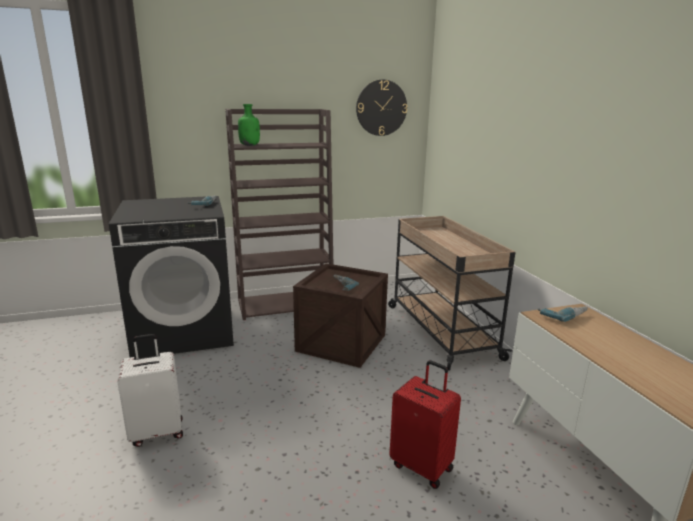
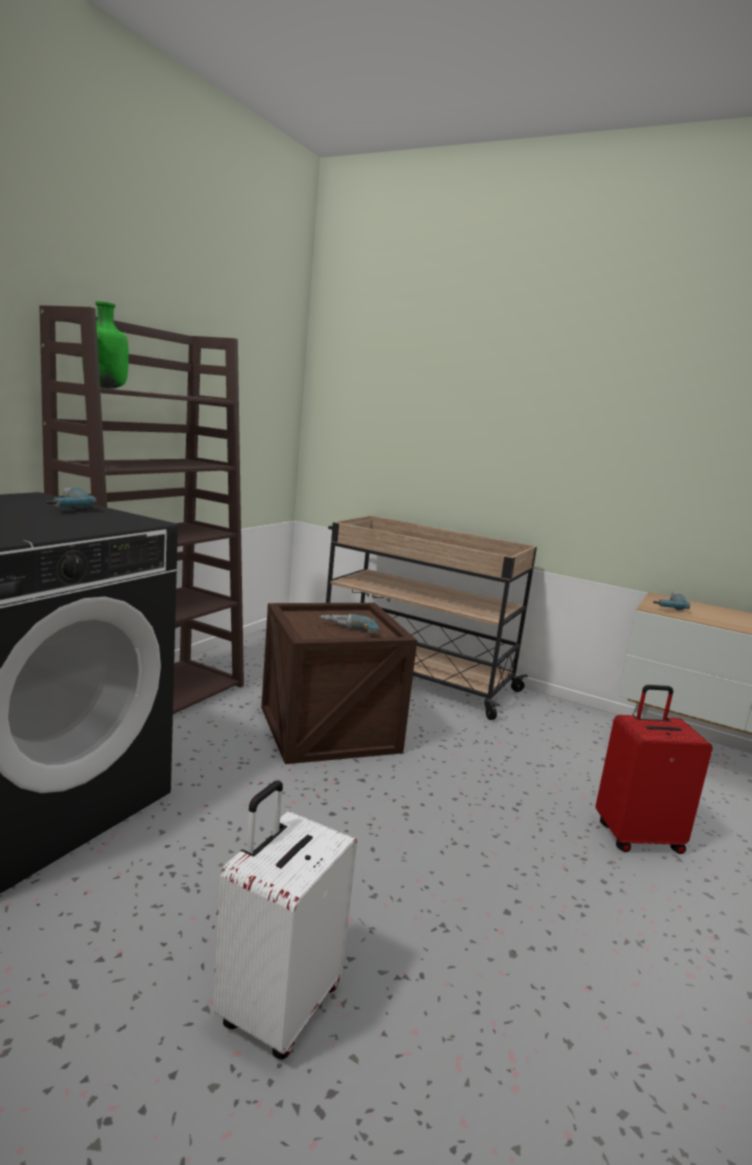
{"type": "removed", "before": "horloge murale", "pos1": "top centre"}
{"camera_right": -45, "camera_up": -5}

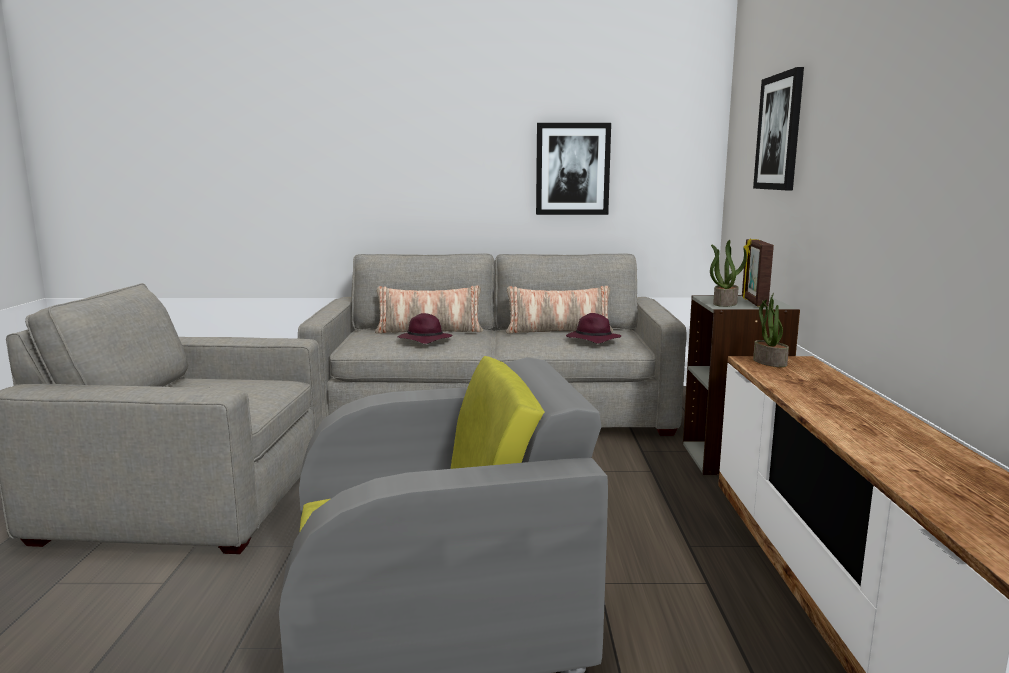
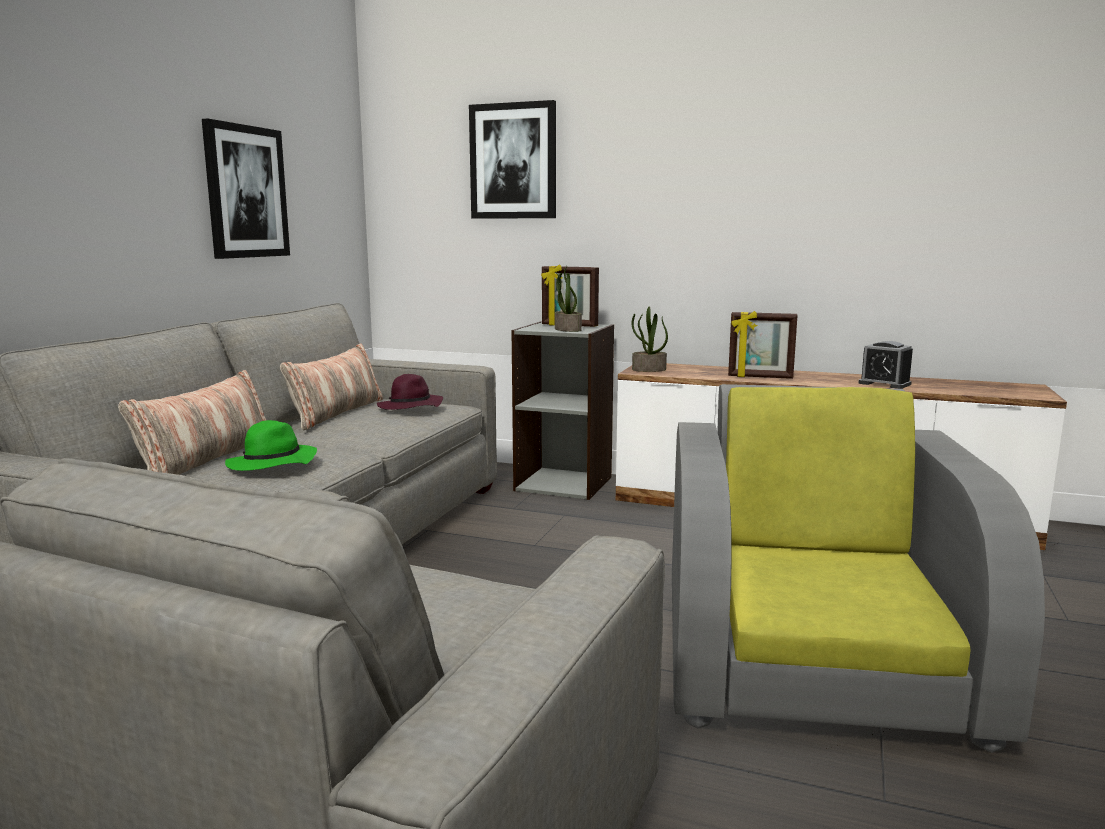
{"type": "recoloured", "before": "chapeau [violet] (1st from left)", "after": "chapeau [vert]", "pos1": "centre", "pos2": "middle left"}
{"type": "added", "after": "cadre photo (2nd from left)", "pos2": "middle right"}
{"type": "added", "after": "réveil", "pos2": "middle right"}
{"camera_right": -70, "camera_up": 0}

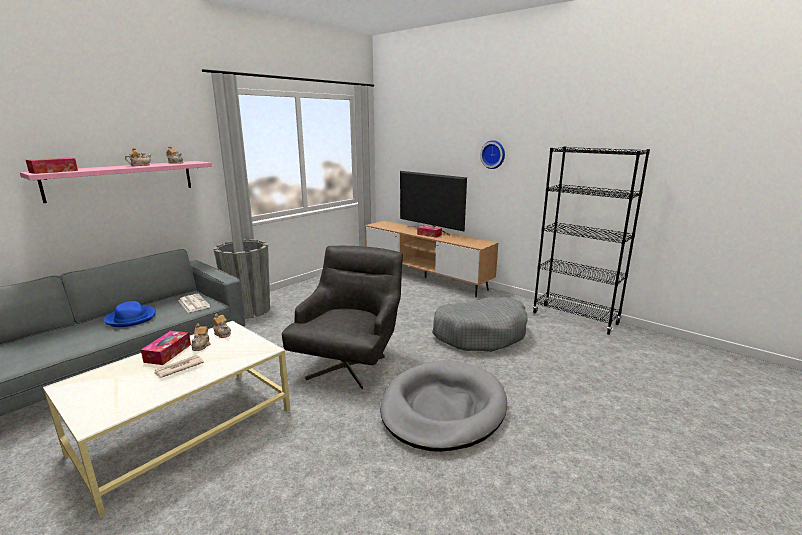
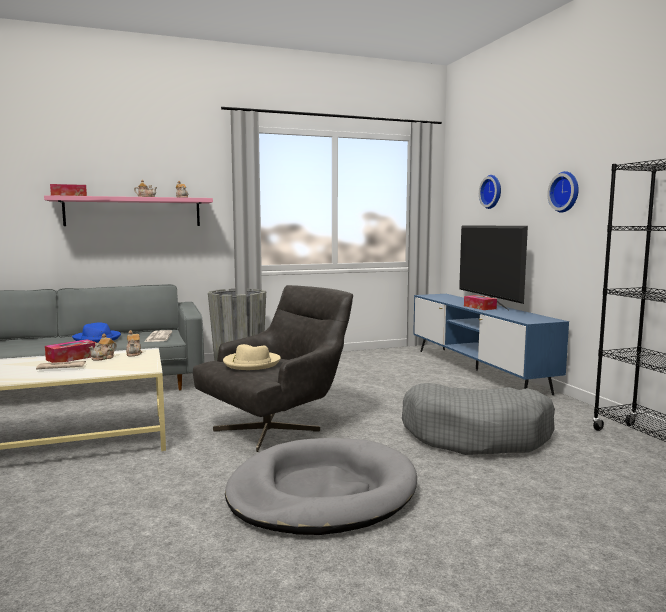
{"type": "added", "after": "chapeau [beige]", "pos2": "centre"}
{"type": "recoloured", "before": "meuble télé [marron]", "after": "meuble télé [bleu]", "pos1": "centre", "pos2": "middle right"}
{"type": "added", "after": "horloge murale (1st from left)", "pos2": "top right"}
{"camera_right": 30, "camera_up": -10}

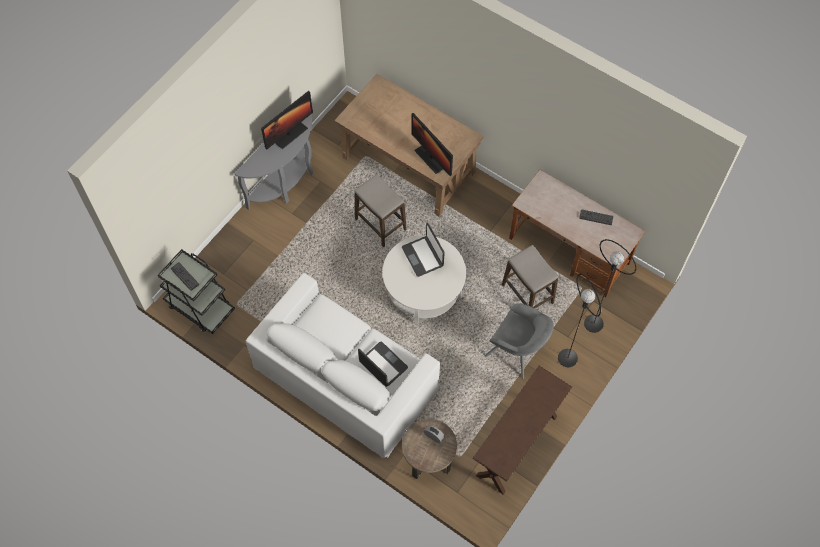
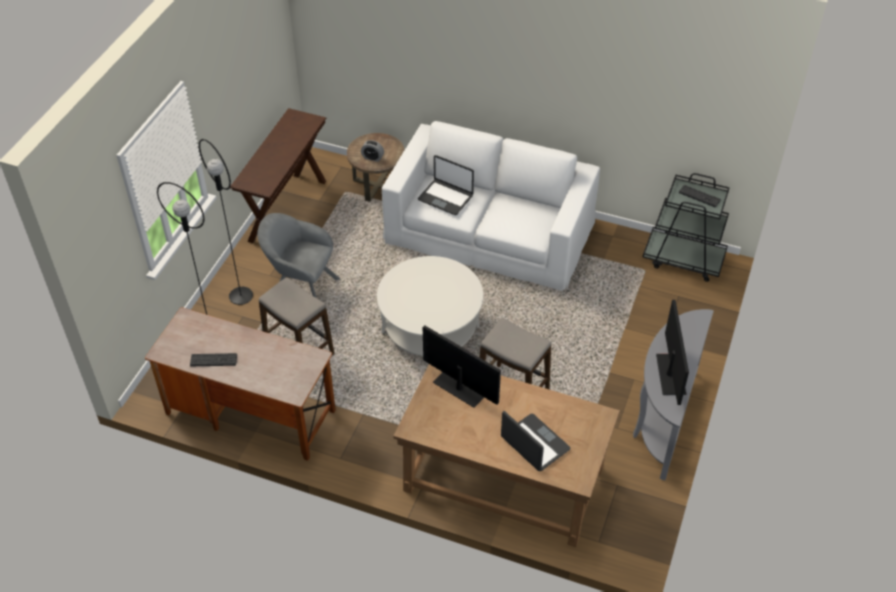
{"type": "moved", "before": "ordinateur portable (2nd from left)", "pos1": "centre", "pos2": "bottom centre"}
{"type": "turned", "before": "écran d'ordinateur (1st from left in the first image)", "pos1": "top centre", "pos2": "middle right", "turn": 150}
{"camera_right": 165, "camera_up": -15}

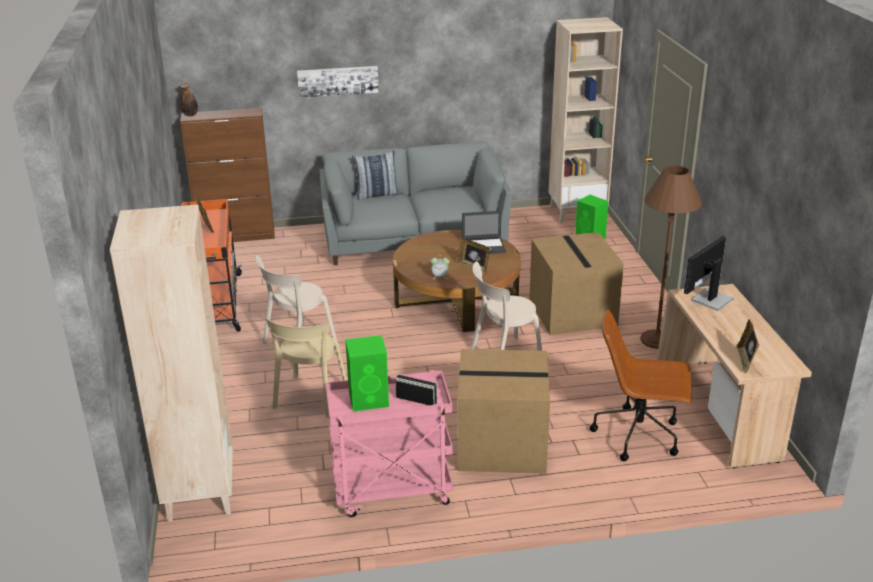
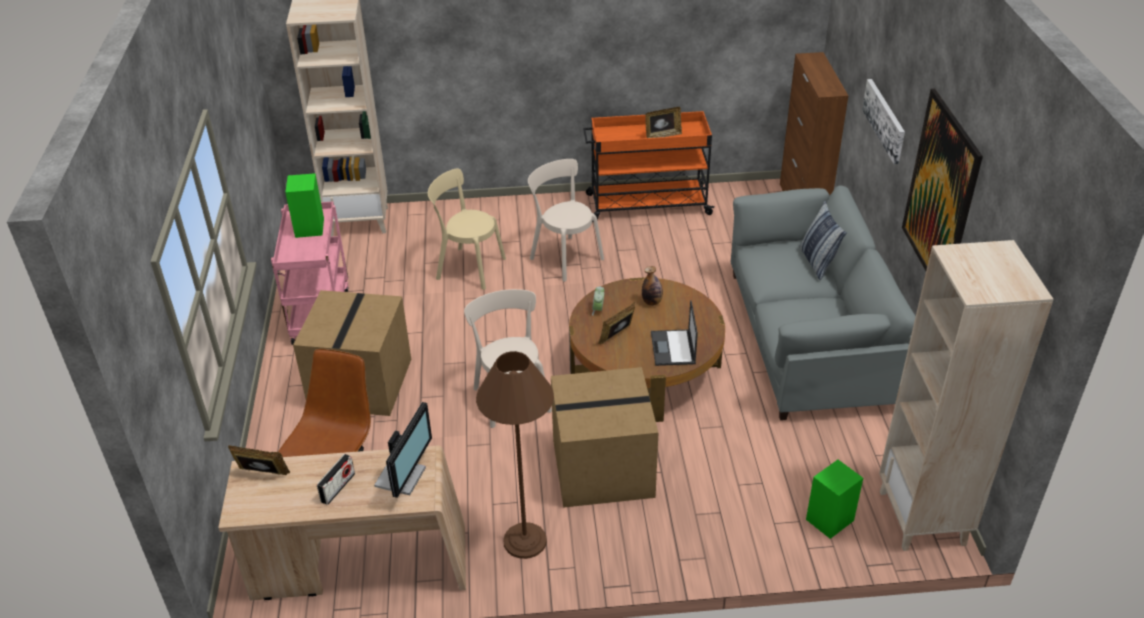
{"type": "moved", "before": "radio", "pos1": "bottom centre", "pos2": "bottom left"}
{"type": "turned", "before": "écran d'ordinateur", "pos1": "middle right", "pos2": "bottom centre", "turn": 60}
{"type": "moved", "before": "bouteille", "pos1": "top left", "pos2": "centre"}
{"type": "added", "after": "tableau (2nd from left)", "pos2": "top right"}
{"camera_right": 95, "camera_up": 10}

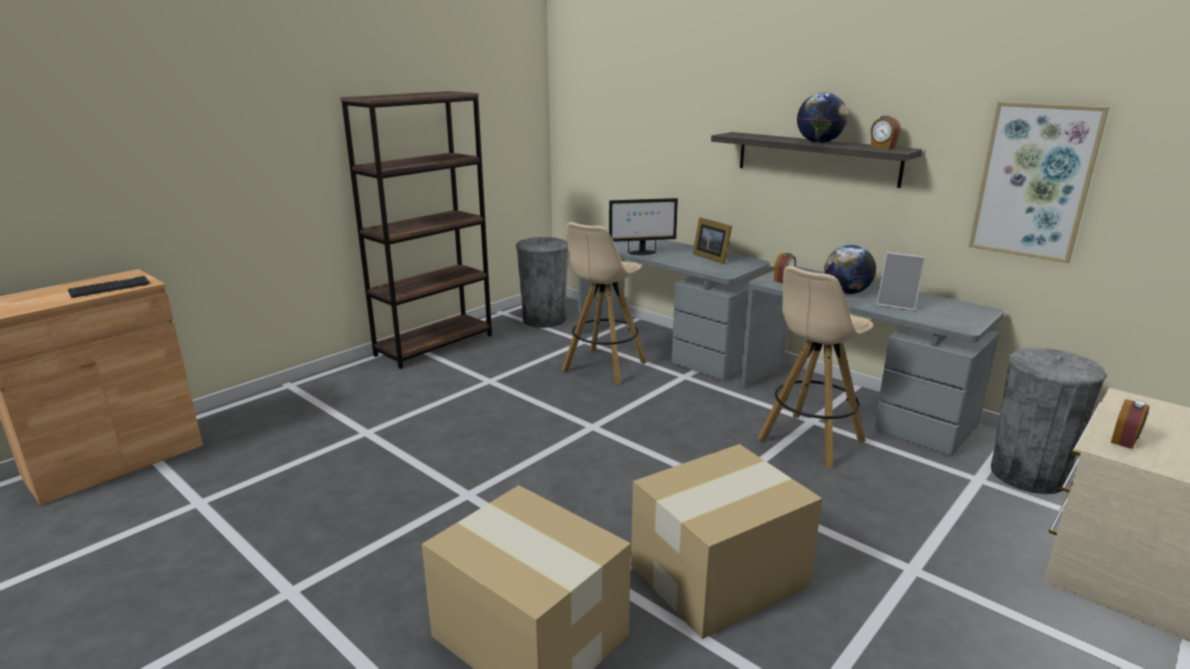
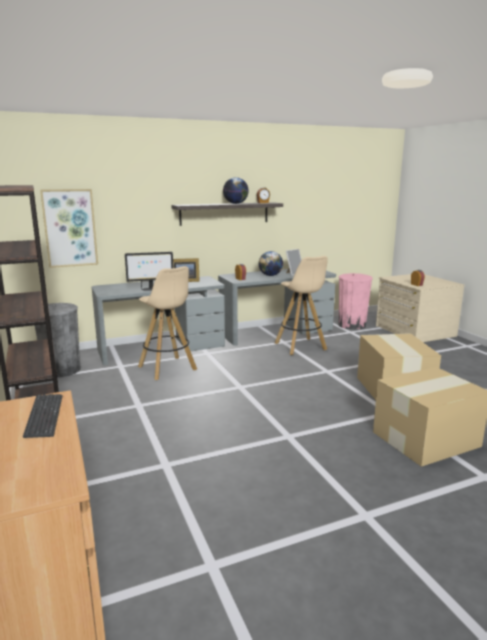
{"type": "moved", "before": "tableau", "pos1": "top right", "pos2": "middle left"}
{"type": "turned", "before": "écran d'ordinateur", "pos1": "centre", "pos2": "middle left", "turn": 60}
{"type": "recoloured", "before": "poubelle [gris] (2nd from left)", "after": "poubelle [rose]", "pos1": "middle right", "pos2": "middle right"}
{"camera_right": -65, "camera_up": -5}

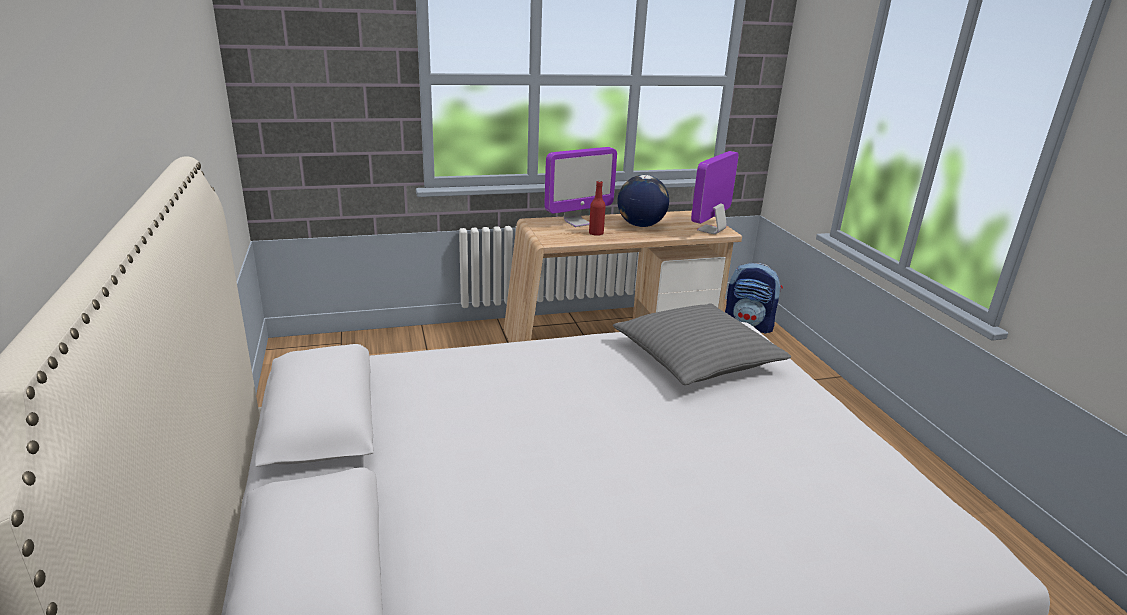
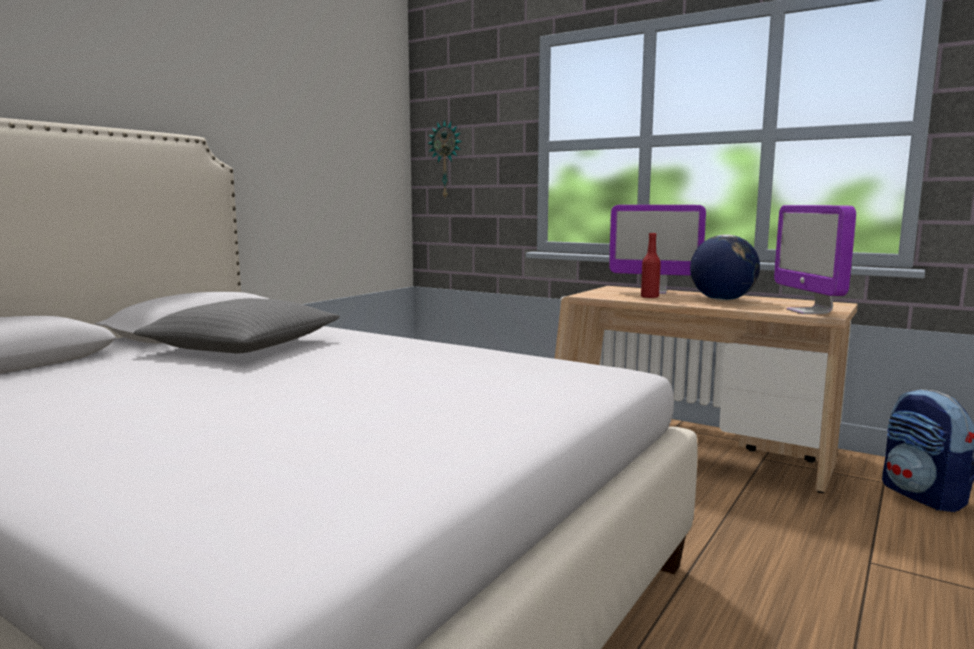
{"type": "moved", "before": "coussin [gris]", "pos1": "centre", "pos2": "middle left"}
{"type": "added", "after": "horloge murale", "pos2": "top centre"}
{"type": "turned", "before": "écran d'ordinateur (2nd from left)", "pos1": "top centre", "pos2": "middle right", "turn": -90}
{"camera_right": 50, "camera_up": -15}

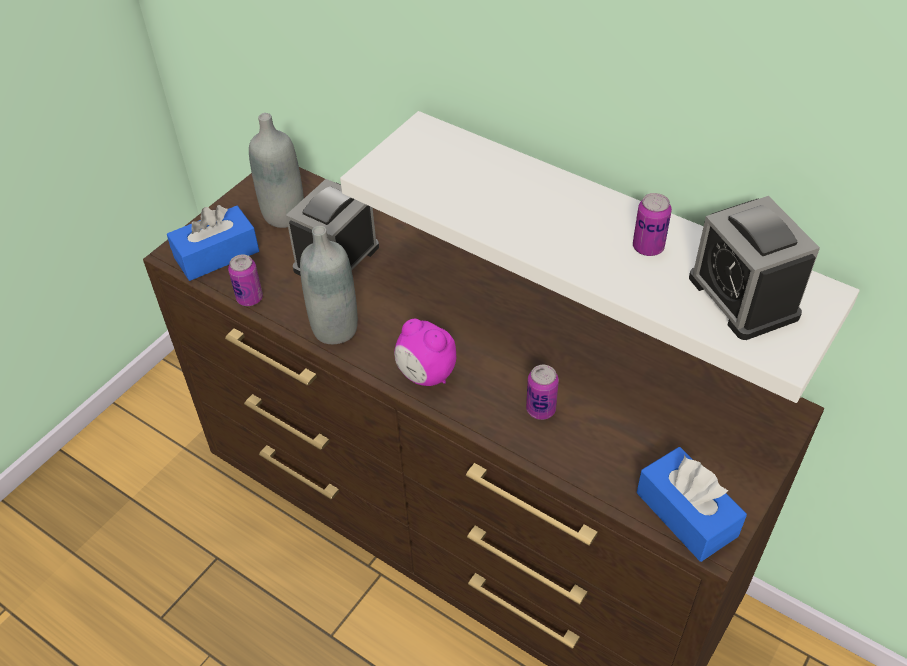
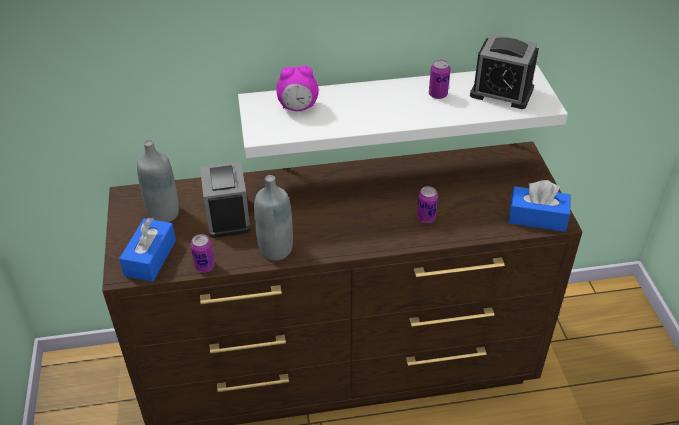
{"type": "moved", "before": "réveil (2nd from left)", "pos1": "centre", "pos2": "top centre"}
{"camera_right": -45, "camera_up": -5}

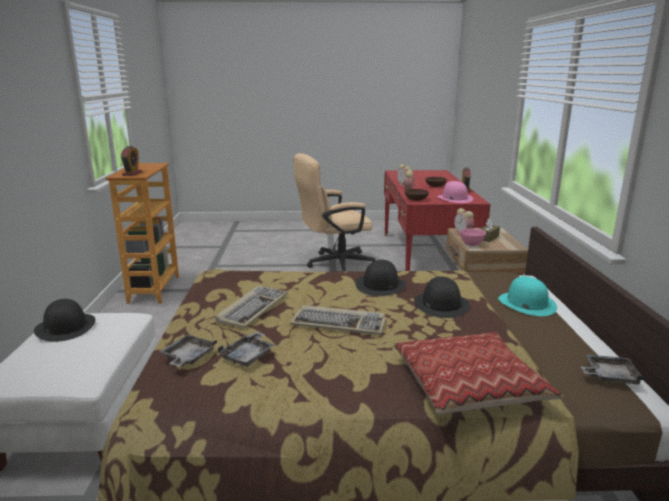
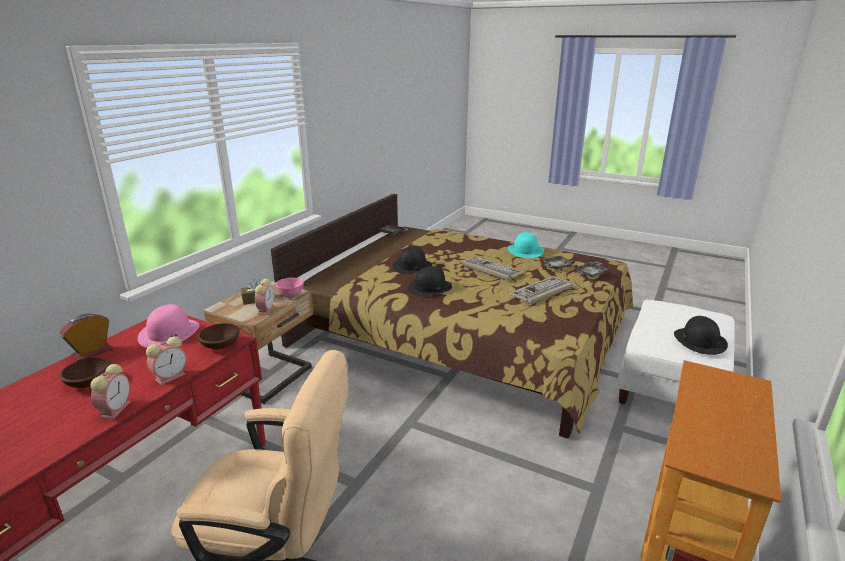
{"type": "moved", "before": "chapeau [turquoise]", "pos1": "middle right", "pos2": "centre"}
{"type": "removed", "before": "réveil (1st from left)", "pos1": "top left"}
{"type": "removed", "before": "coussin", "pos1": "bottom right"}
{"camera_right": -150, "camera_up": 5}

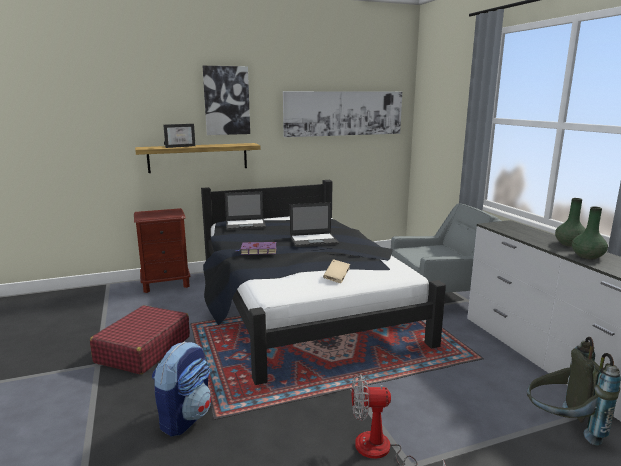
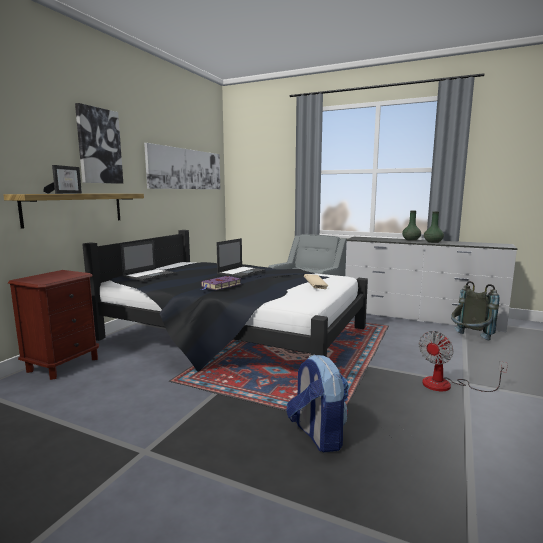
{"type": "removed", "before": "valise [rouge]", "pos1": "bottom left"}
{"camera_right": -45, "camera_up": -5}

